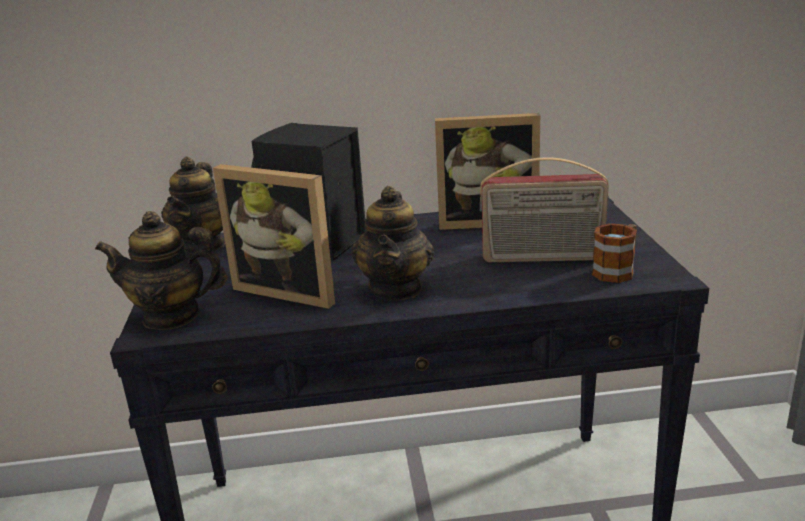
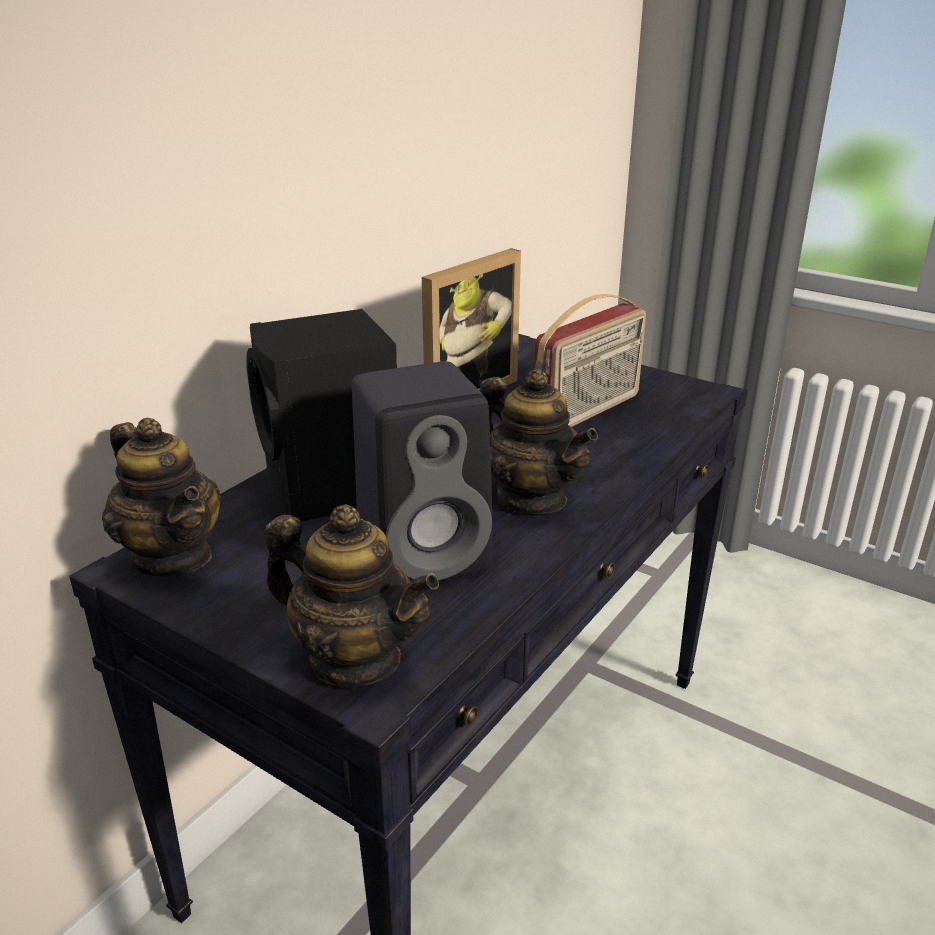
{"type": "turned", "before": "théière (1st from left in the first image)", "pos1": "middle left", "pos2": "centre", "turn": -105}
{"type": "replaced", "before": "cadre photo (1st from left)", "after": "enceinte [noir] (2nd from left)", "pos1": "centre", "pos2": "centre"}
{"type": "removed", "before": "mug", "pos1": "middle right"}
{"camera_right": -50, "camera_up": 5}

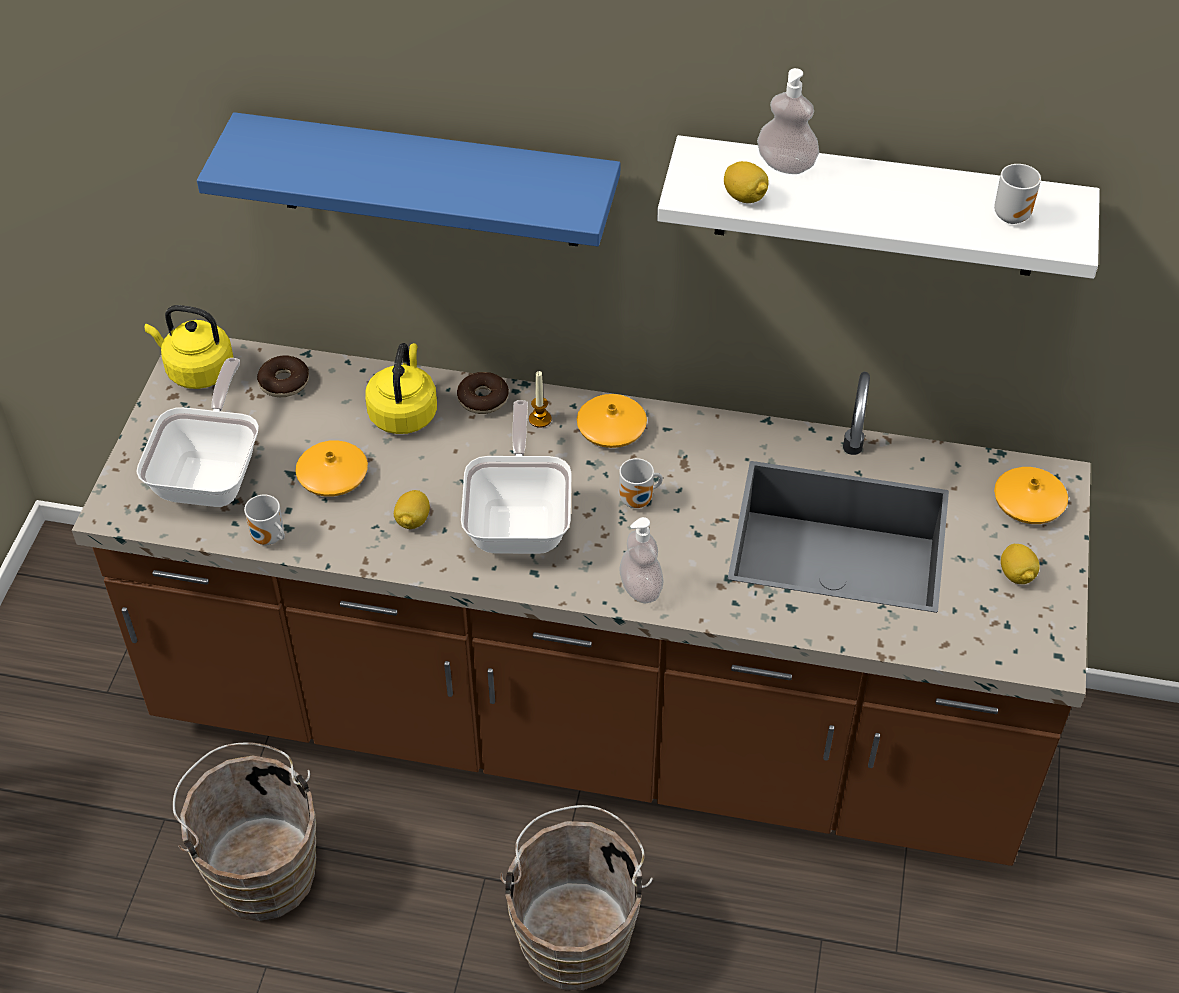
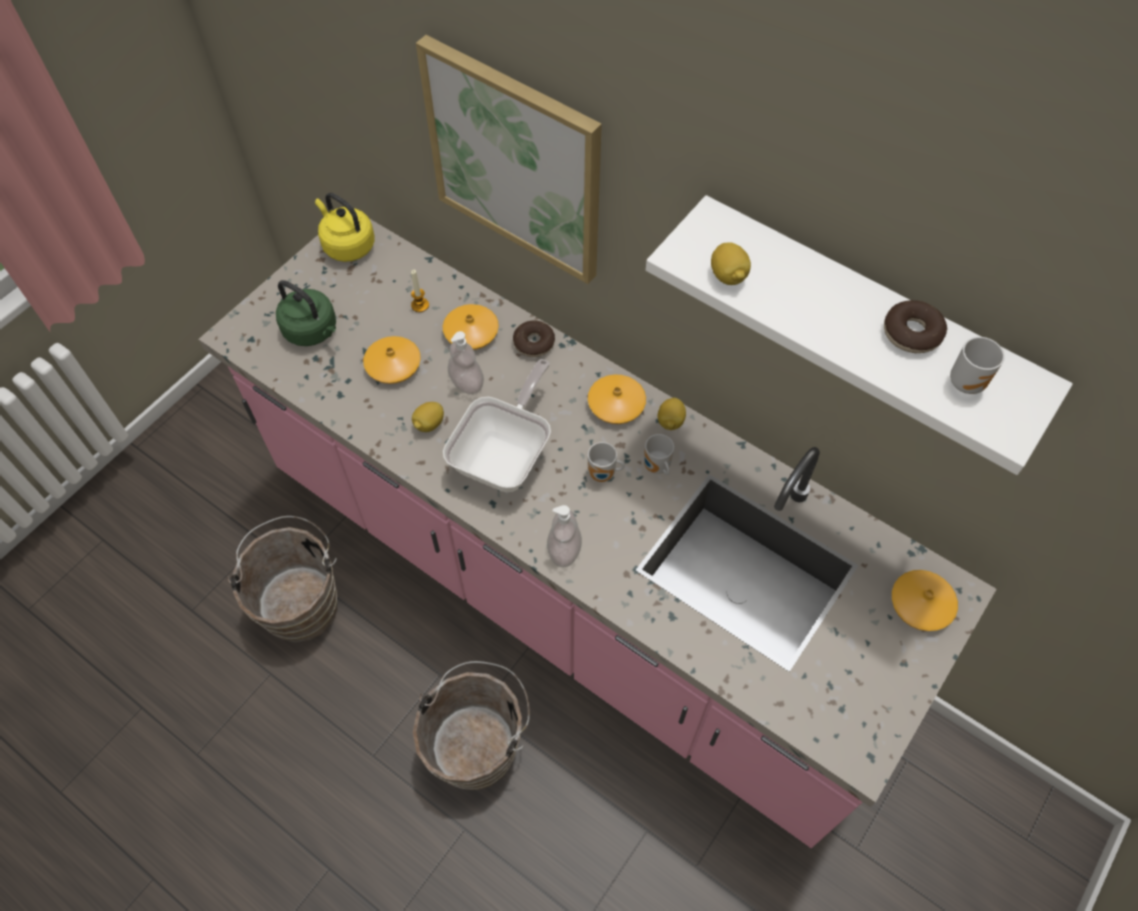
{"type": "recoloured", "before": "comptoir de cuisine [marron]", "after": "comptoir de cuisine [rose]", "pos1": "centre", "pos2": "centre"}
{"type": "replaced", "before": "poêle (1st from left)", "after": "bouilloire [vert]", "pos1": "middle left", "pos2": "middle left"}
{"type": "moved", "before": "bougie", "pos1": "centre", "pos2": "top centre"}
{"type": "replaced", "before": "étagère [bleu]", "after": "tableau", "pos1": "top centre", "pos2": "top centre"}
{"type": "replaced", "before": "bouilloire [jaune] (2nd from left)", "after": "vase [orange] (2nd from left)", "pos1": "centre", "pos2": "centre"}
{"type": "moved", "before": "distributeur de savon (2nd from left in the first image)", "after": "distributeur de savon (1st from left)", "pos1": "top right", "pos2": "centre"}
{"type": "moved", "before": "mug (1st from left in the first image)", "after": "mug (2nd from left)", "pos1": "middle left", "pos2": "centre"}
{"type": "moved", "before": "citron (3rd from left in the first image)", "after": "citron (2nd from left)", "pos1": "middle right", "pos2": "centre"}
{"type": "moved", "before": "beignet (1st from left in the first image)", "after": "beignet (2nd from left)", "pos1": "middle left", "pos2": "middle right"}
{"camera_right": 25, "camera_up": 10}

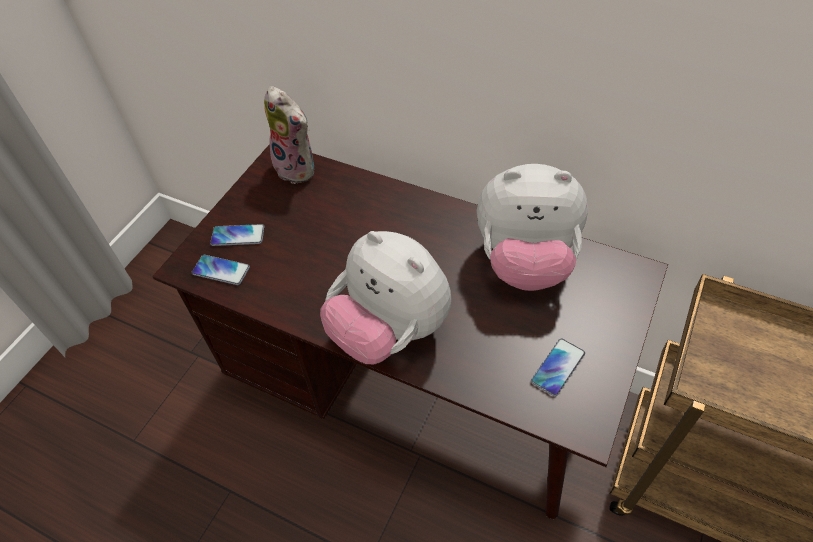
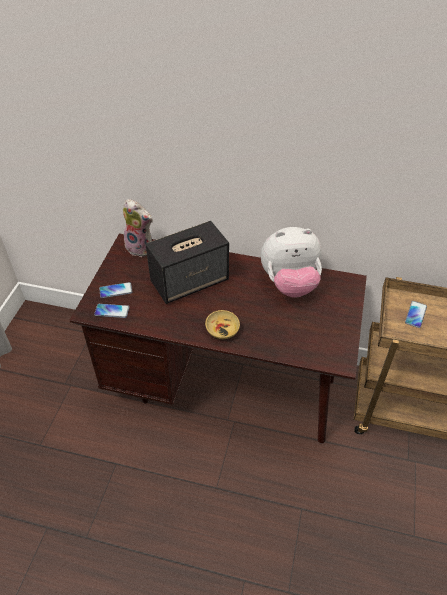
{"type": "added", "after": "enceinte", "pos2": "centre"}
{"type": "replaced", "before": "peluche (2nd from left)", "after": "bol [beige]", "pos1": "centre", "pos2": "centre"}
{"type": "moved", "before": "téléphone (3rd from left)", "pos1": "bottom right", "pos2": "middle right"}
{"camera_right": -15, "camera_up": -5}

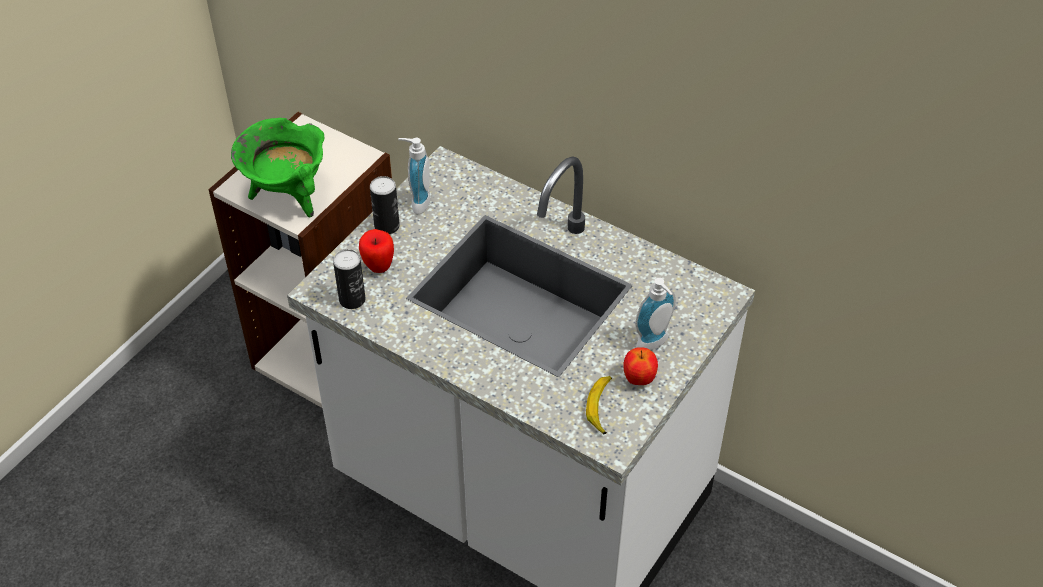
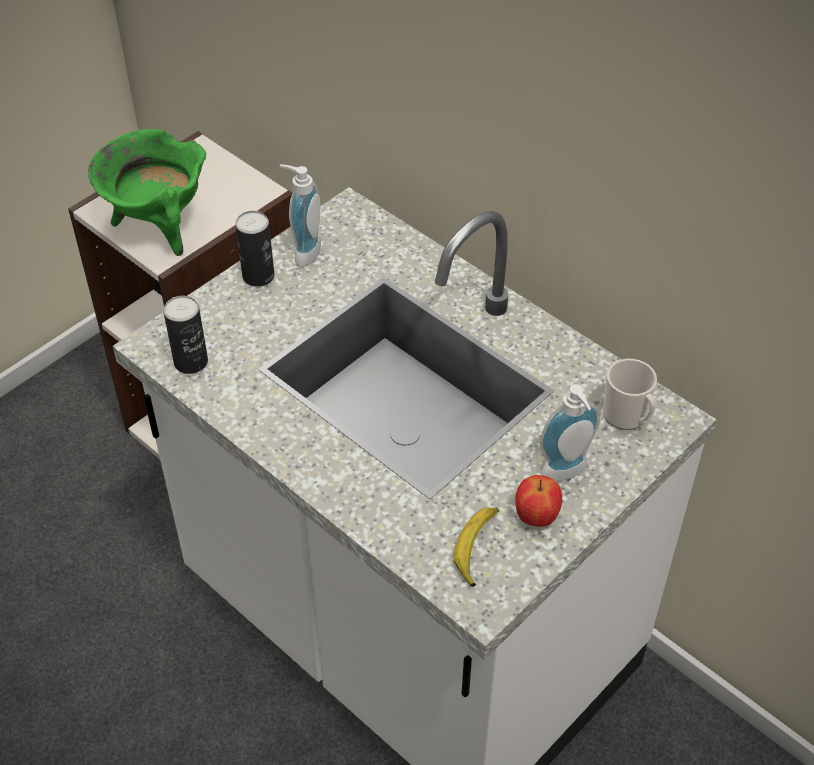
{"type": "added", "after": "mug", "pos2": "middle right"}
{"type": "removed", "before": "pomme (1st from left)", "pos1": "centre"}
{"camera_right": 10, "camera_up": 0}

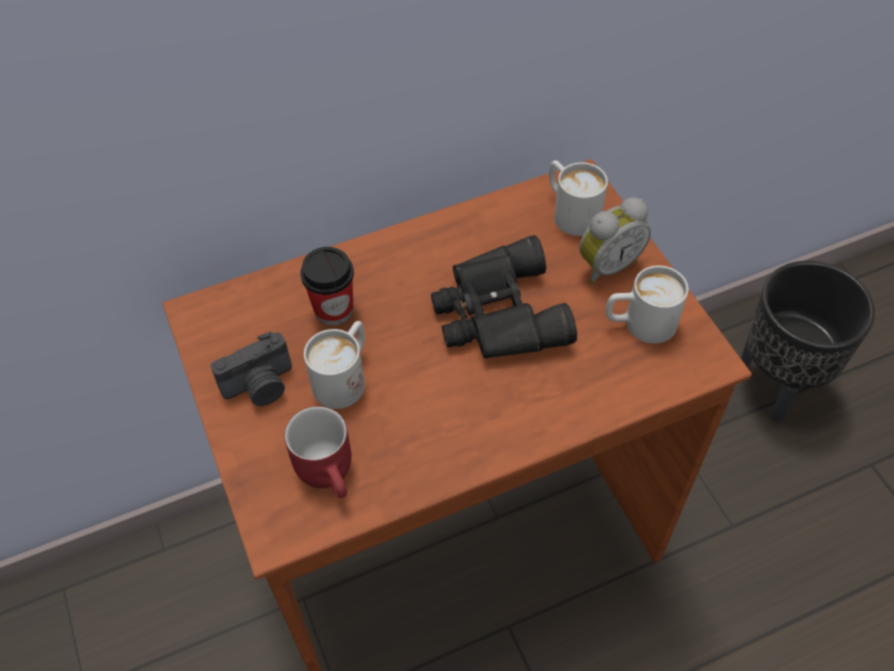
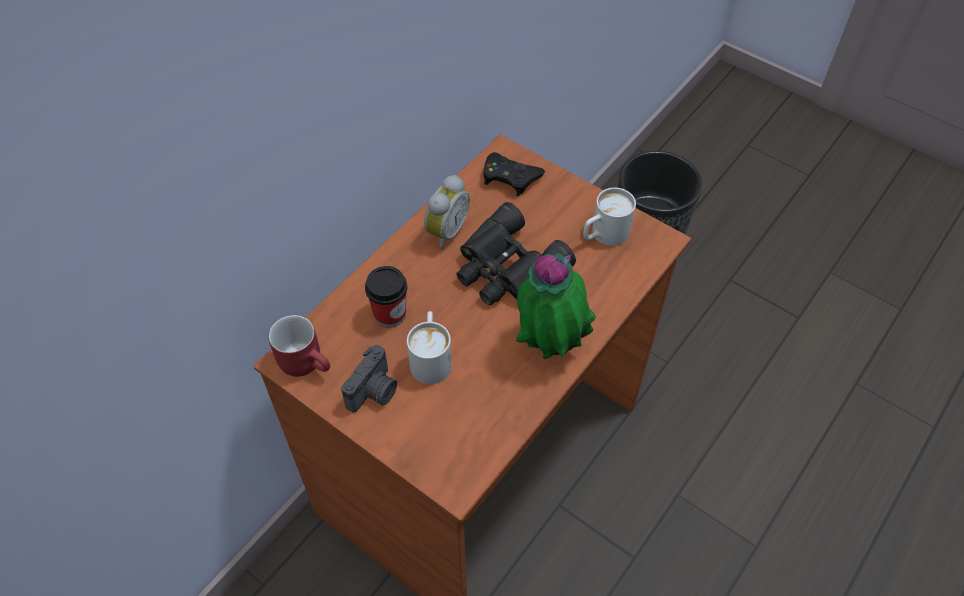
{"type": "moved", "before": "mug [rouge]", "pos1": "bottom centre", "pos2": "middle left"}
{"type": "moved", "before": "réveil", "pos1": "middle right", "pos2": "centre"}
{"type": "replaced", "before": "mug [blanc] (2nd from left)", "after": "manette [noir]", "pos1": "top centre", "pos2": "top centre"}
{"type": "added", "after": "plante en pot", "pos2": "centre"}
{"camera_right": -30, "camera_up": 0}

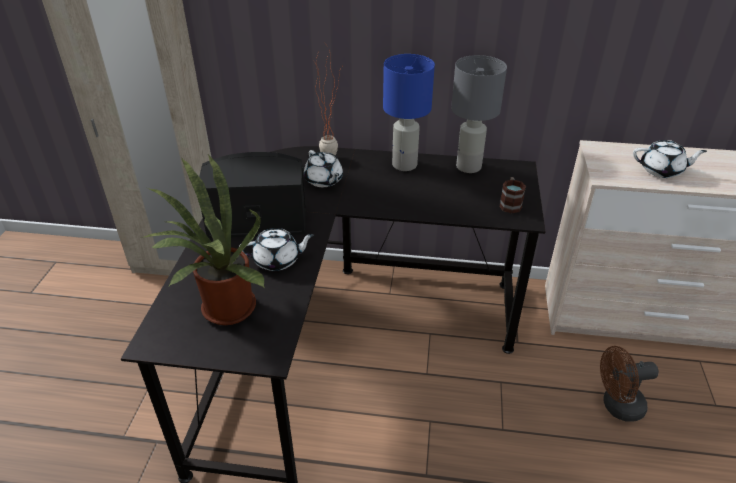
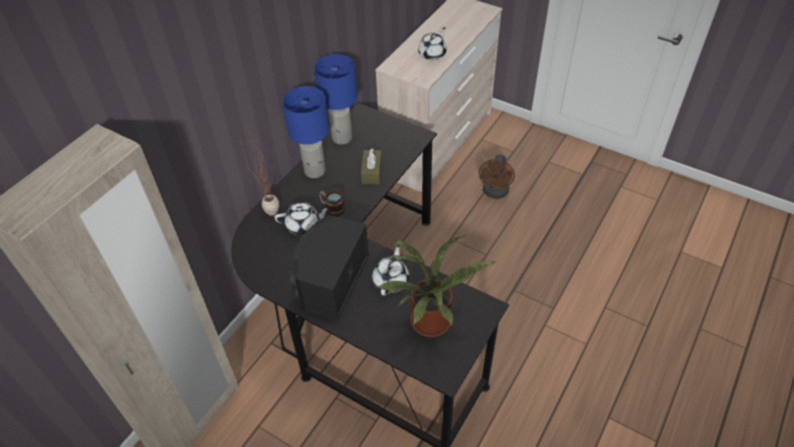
{"type": "recoloured", "before": "lampe de table [gris]", "after": "lampe de table [bleu] (2nd from left)", "pos1": "top centre", "pos2": "top centre"}
{"type": "moved", "before": "mug", "pos1": "middle right", "pos2": "centre"}
{"type": "added", "after": "boîte à mouchoirs [marron]", "pos2": "centre"}
{"camera_right": -65, "camera_up": 10}

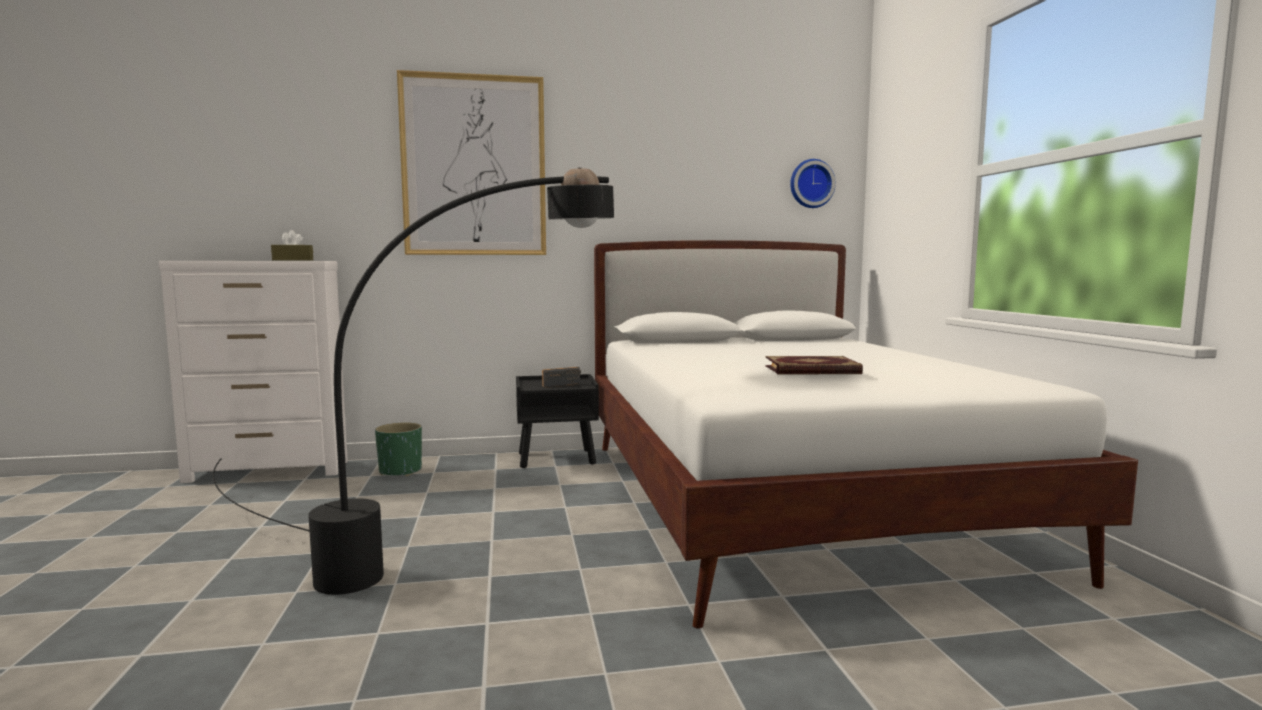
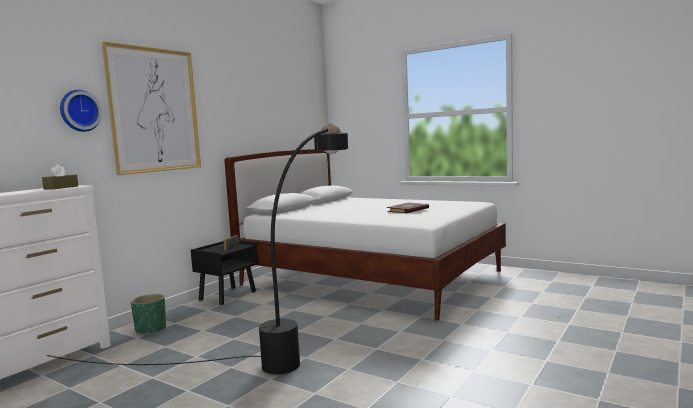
{"type": "moved", "before": "horloge murale", "pos1": "top centre", "pos2": "top left"}
{"camera_right": -45, "camera_up": 0}

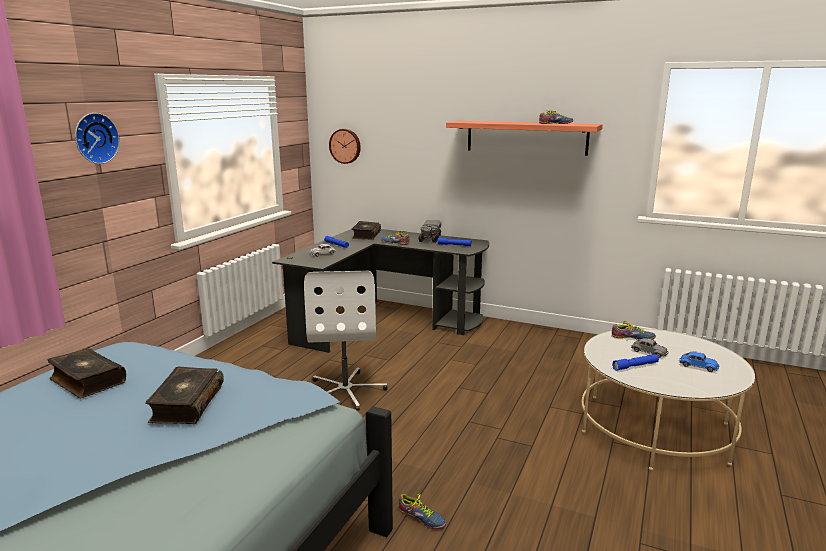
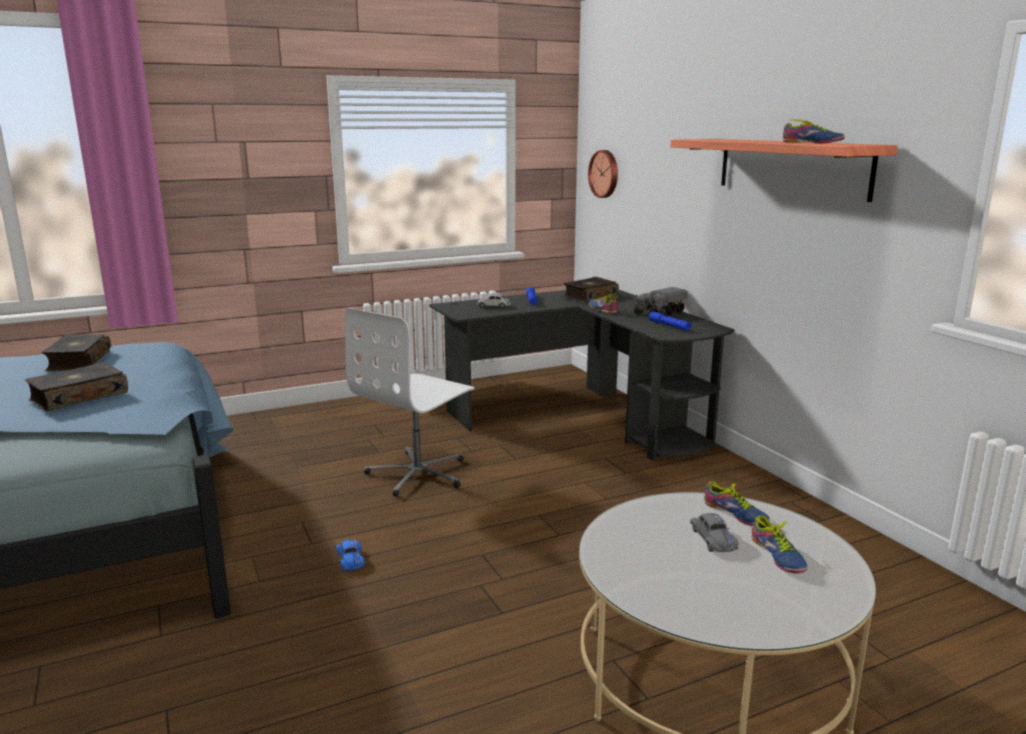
{"type": "moved", "before": "petite voiture [bleu]", "pos1": "middle right", "pos2": "bottom centre"}
{"type": "moved", "before": "chaussure (2nd from left in the first image)", "after": "chaussure (3rd from left)", "pos1": "bottom centre", "pos2": "bottom right"}
{"type": "removed", "before": "horloge murale (1st from left)", "pos1": "top left"}
{"type": "removed", "before": "lampe de poche [bleu] (3rd from left)", "pos1": "middle right"}
{"camera_right": 40, "camera_up": 0}

